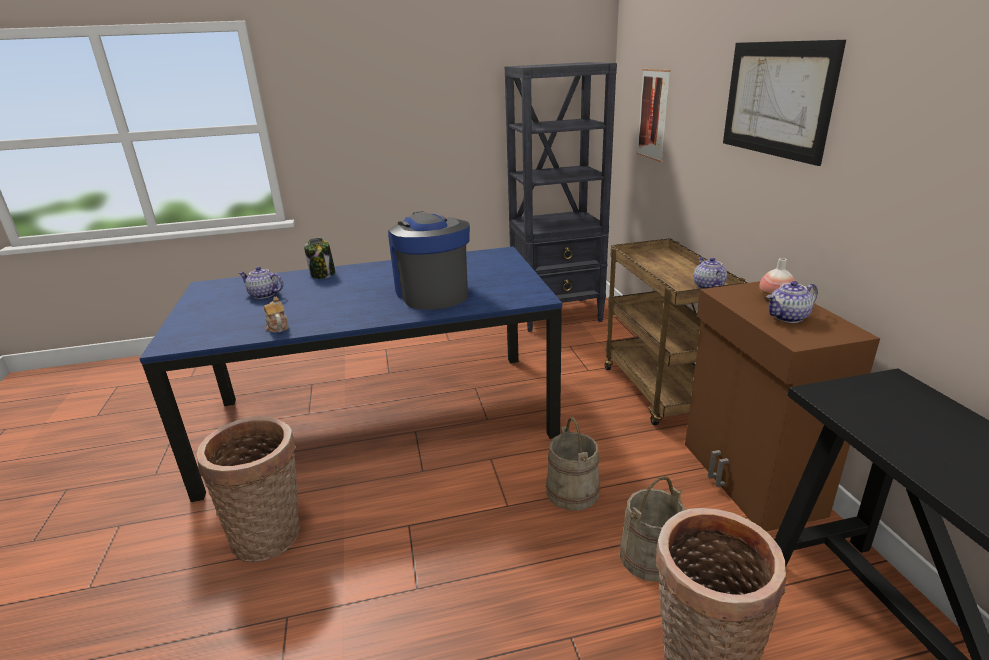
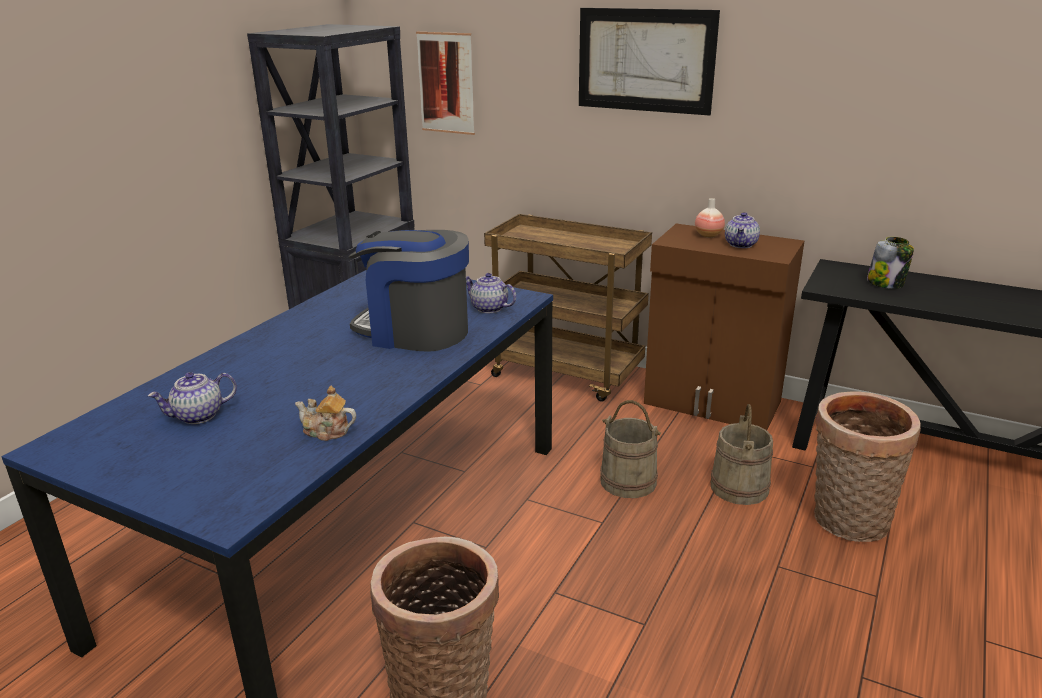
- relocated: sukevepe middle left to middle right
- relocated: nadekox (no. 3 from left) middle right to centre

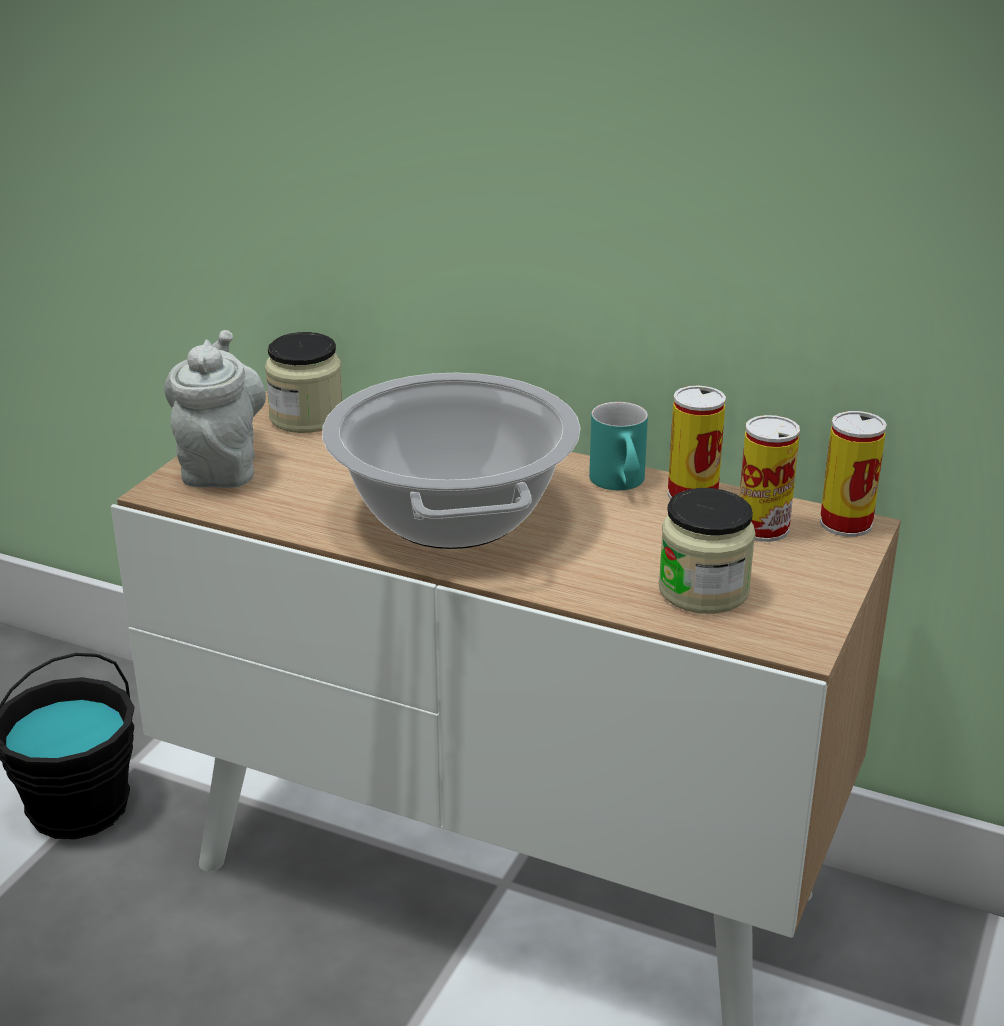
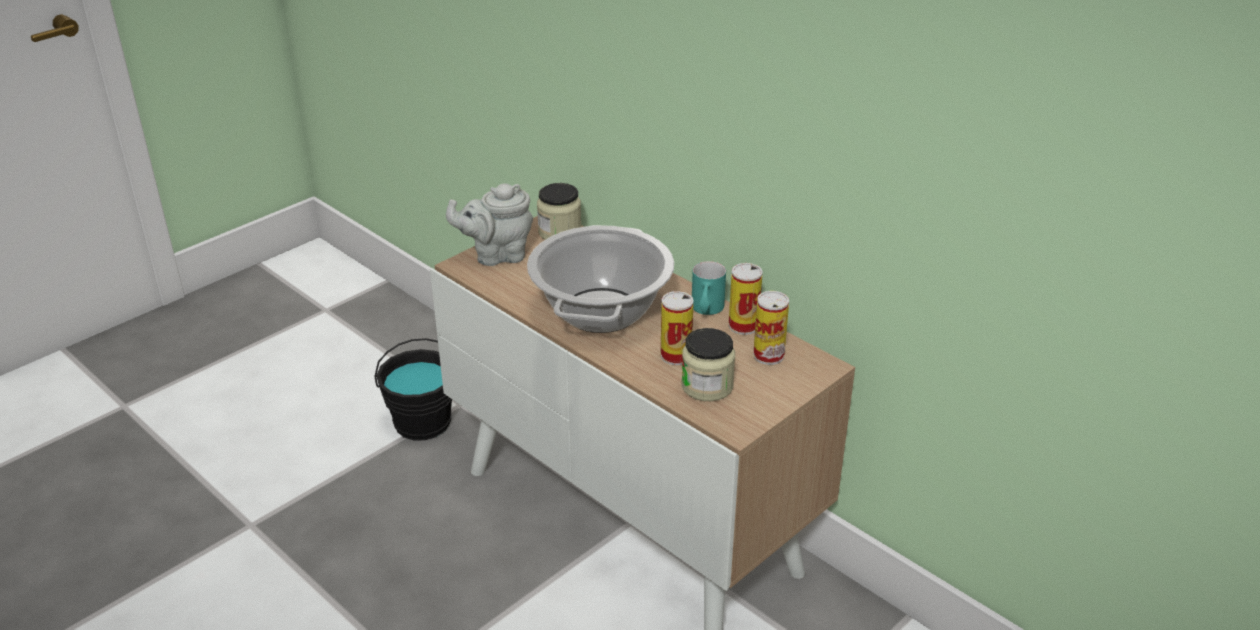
- relocated: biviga (no. 3 from left in the first image) middle right to biviga (no. 1 from left) centre
- spun: grey_nadekox middle left = centre 120 degrees counterclockwise

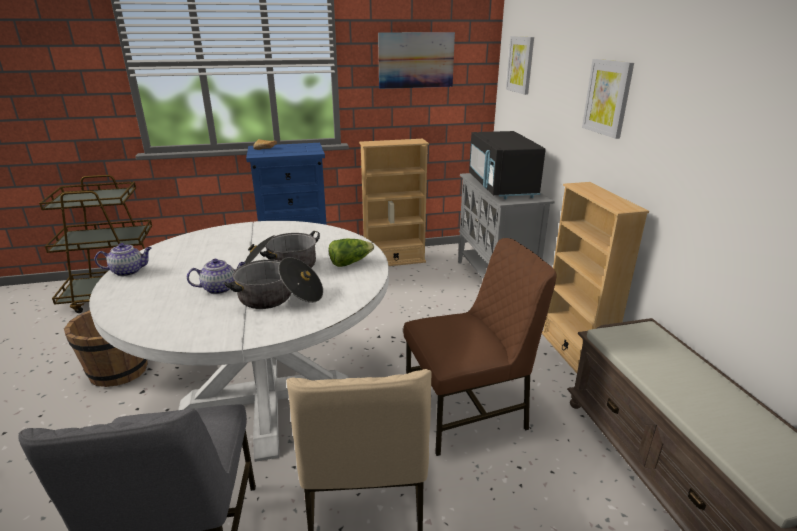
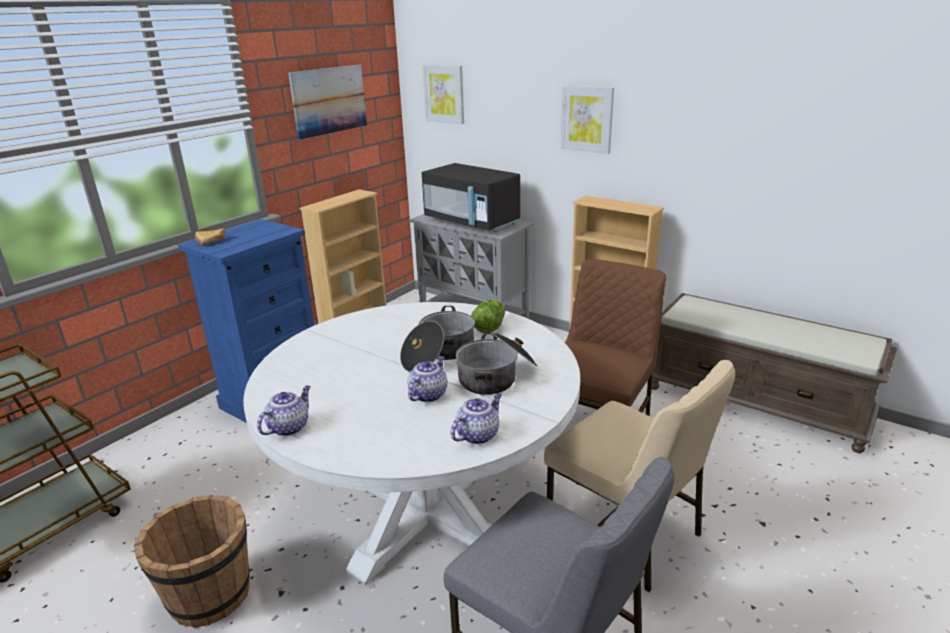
- appeared: nadekox (no. 3 from left) centre

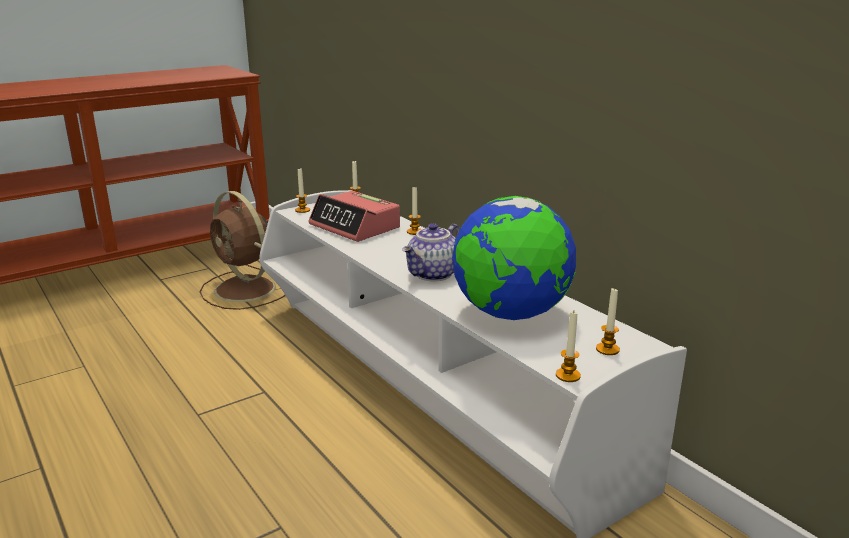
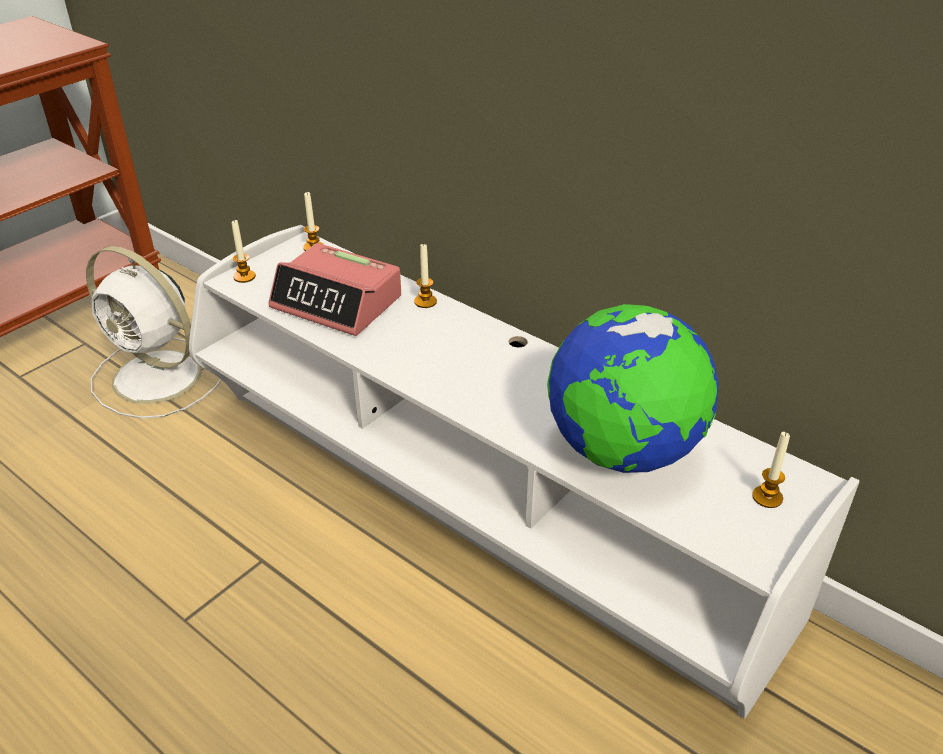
- missing: nadekox centre
- missing: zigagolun (no. 4 from left) middle right
- colour: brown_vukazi middle left to white_vukazi middle left

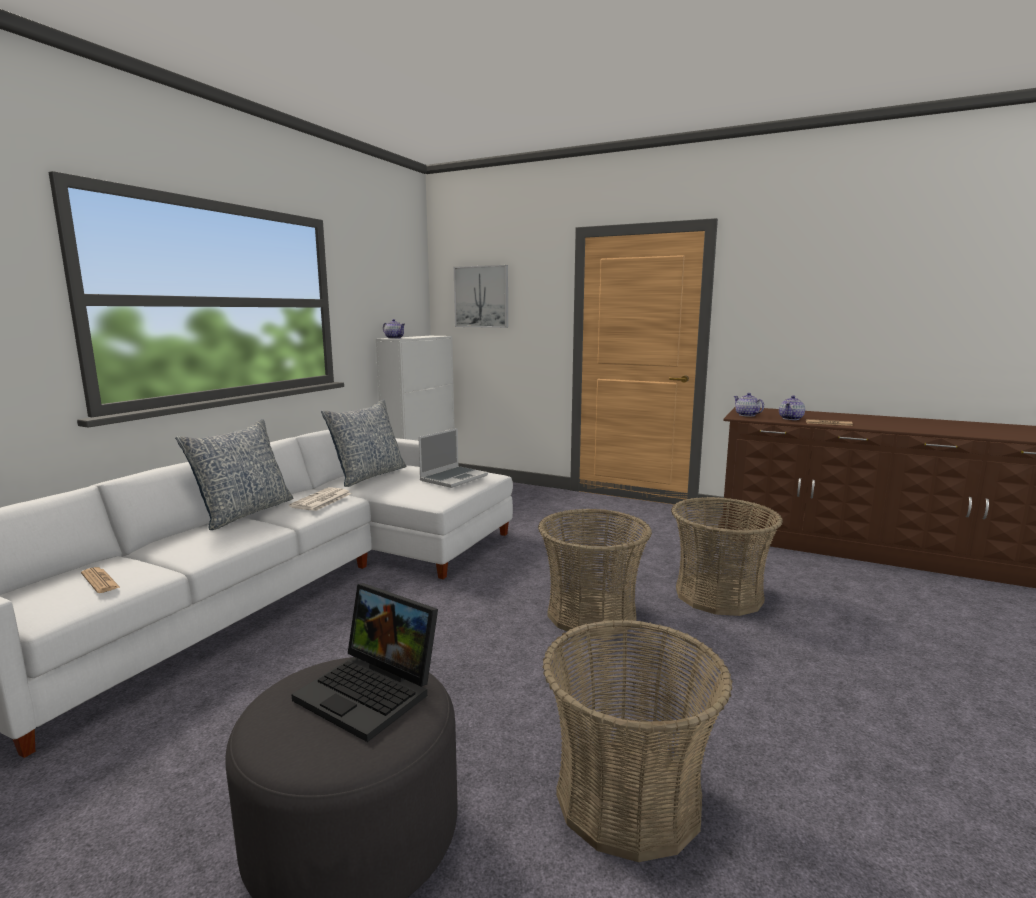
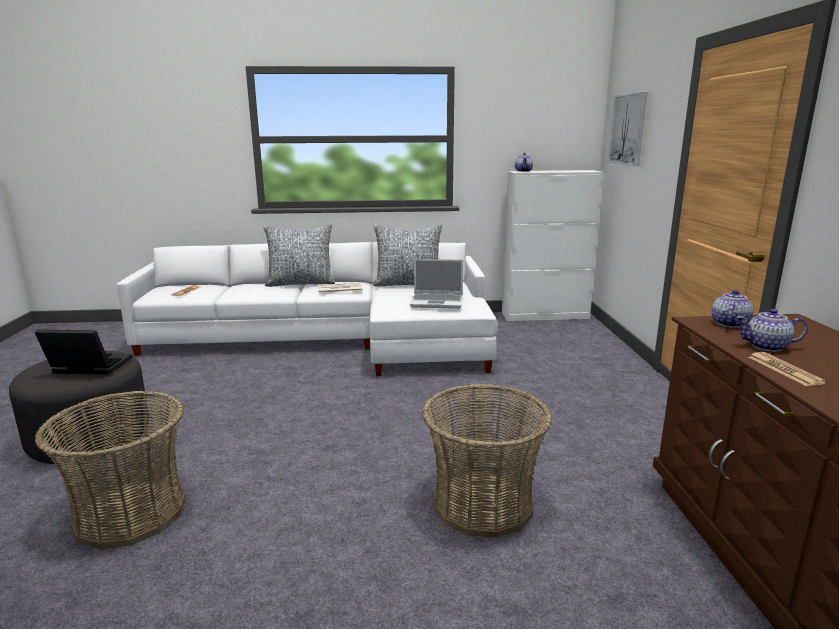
- missing: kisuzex (no. 1 from left) centre
- spun: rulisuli (no. 1 from left) bottom centre = middle left 90 degrees clockwise

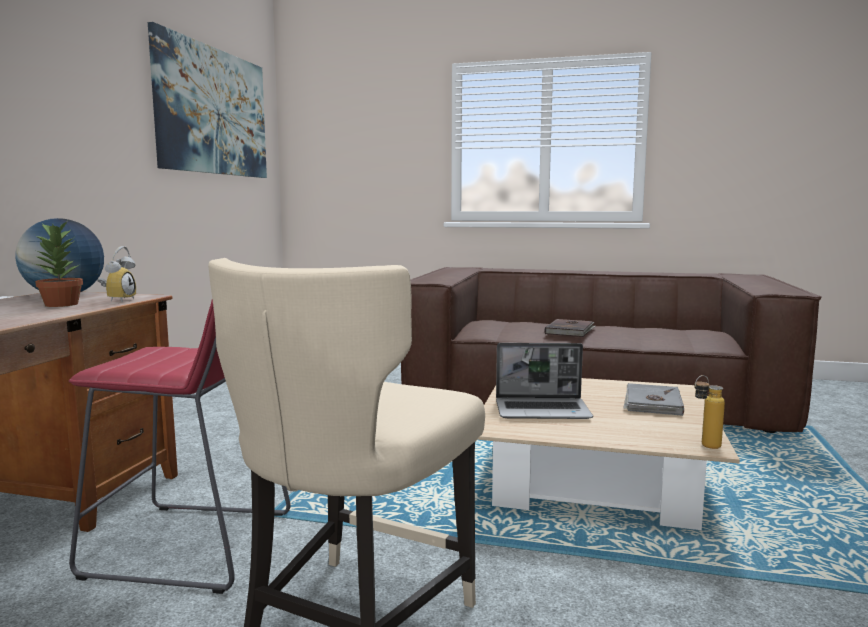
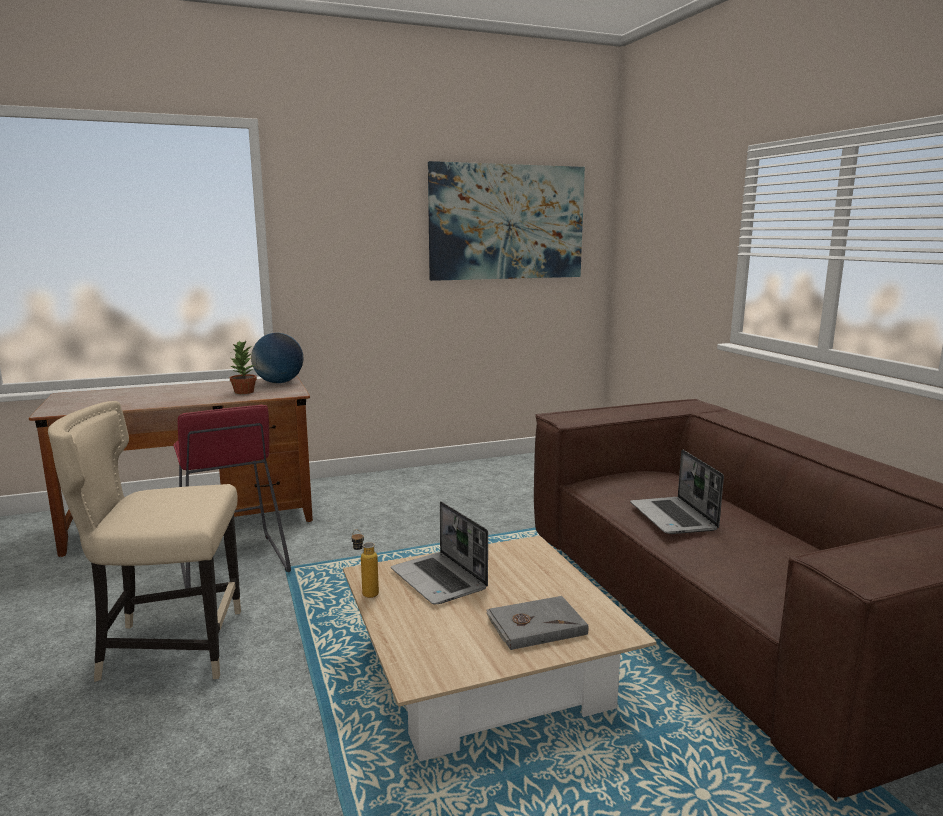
- missing: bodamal middle left
- relocated: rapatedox middle right to bottom centre
- exchanged: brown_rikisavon centre to rulisuli (no. 2 from left) middle right

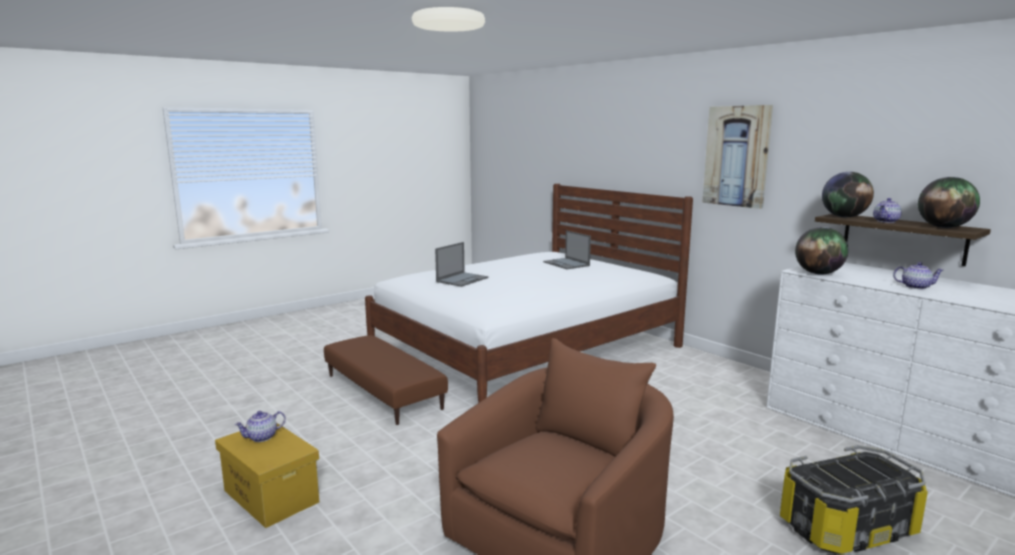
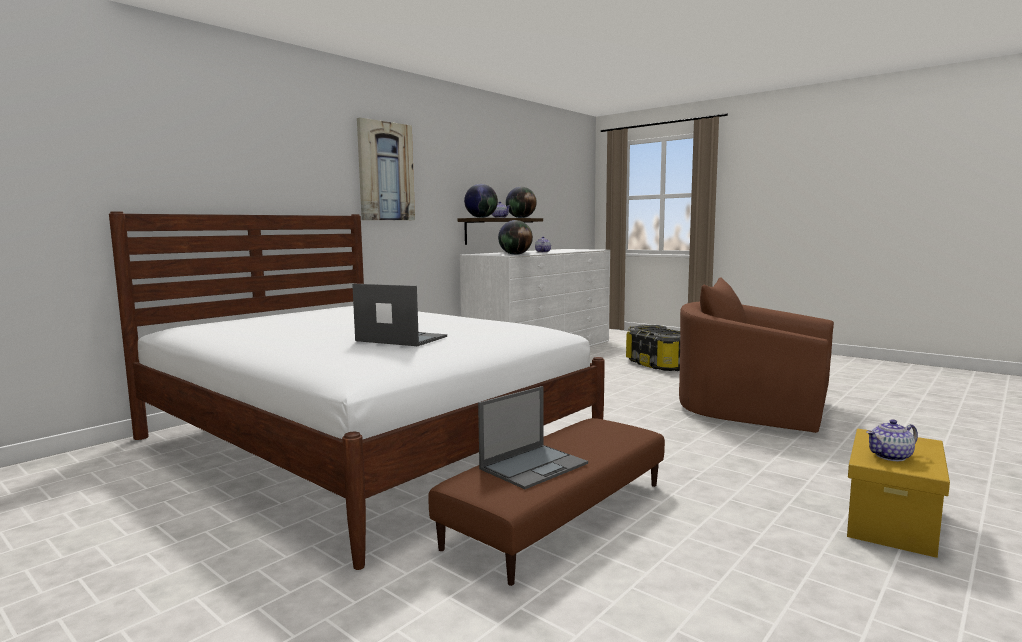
- relocated: rulisuli (no. 2 from left) centre to bottom centre
- spun: nadekox (no. 1 from left in the first image) bottom left = bottom right 120 degrees clockwise

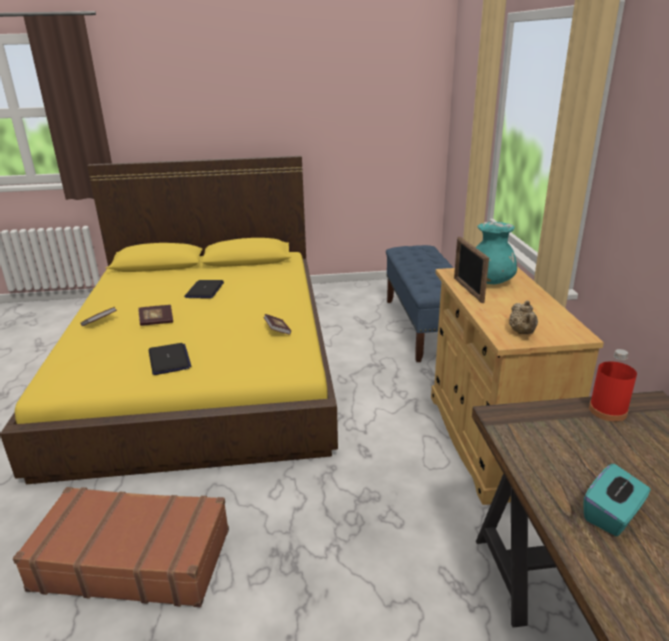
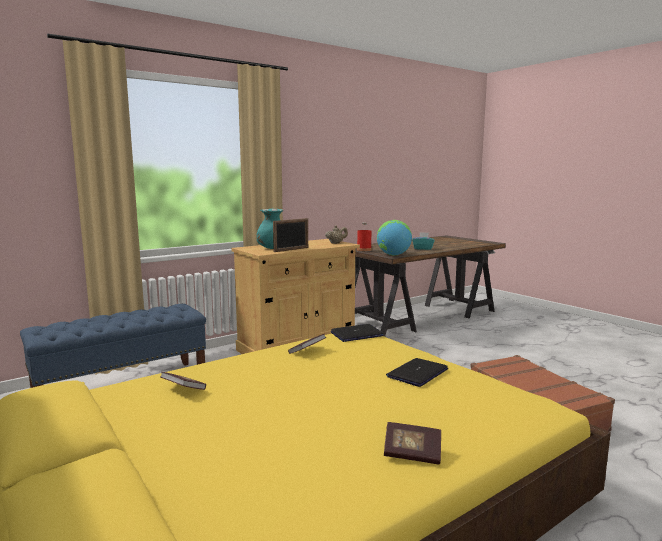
- appeared: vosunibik centre
- relocated: rikisavon (no. 2 from left in the first image) middle left to rikisavon (no. 1 from left) bottom left
- relocated: rulisuli (no. 2 from left in the first image) middle left to rulisuli (no. 1 from left) centre

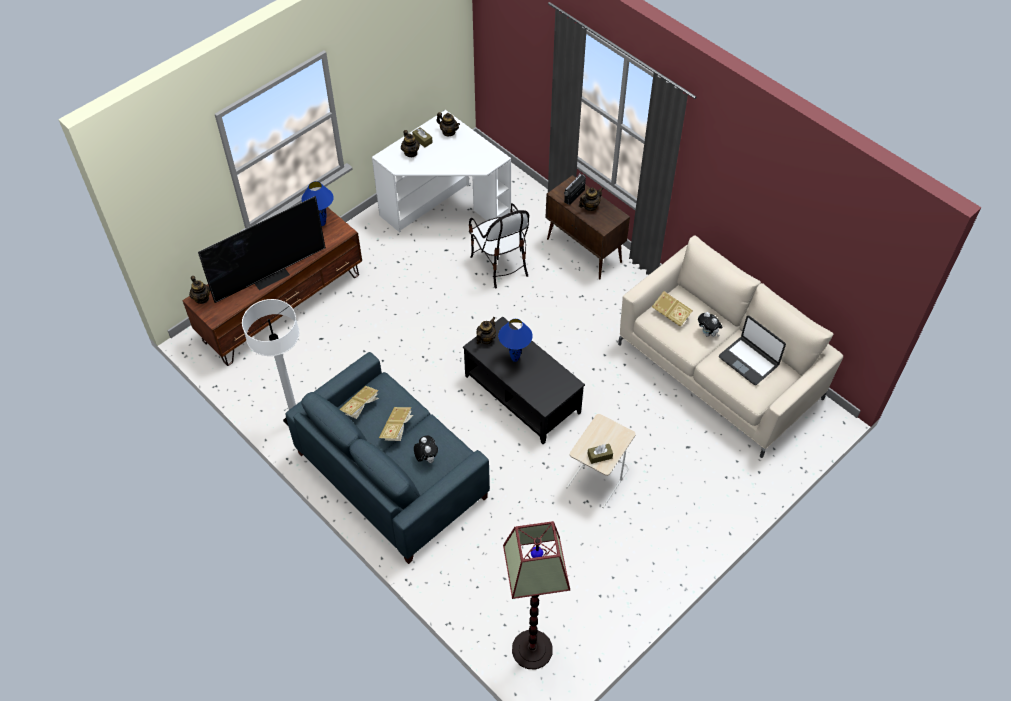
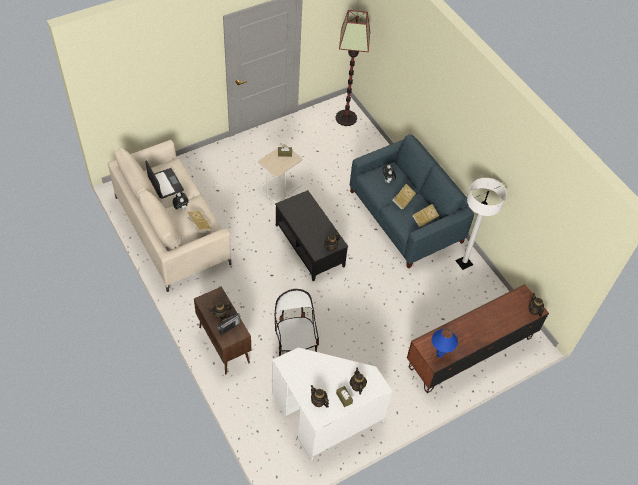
- missing: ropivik middle left
- missing: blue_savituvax (no. 2 from left) centre

